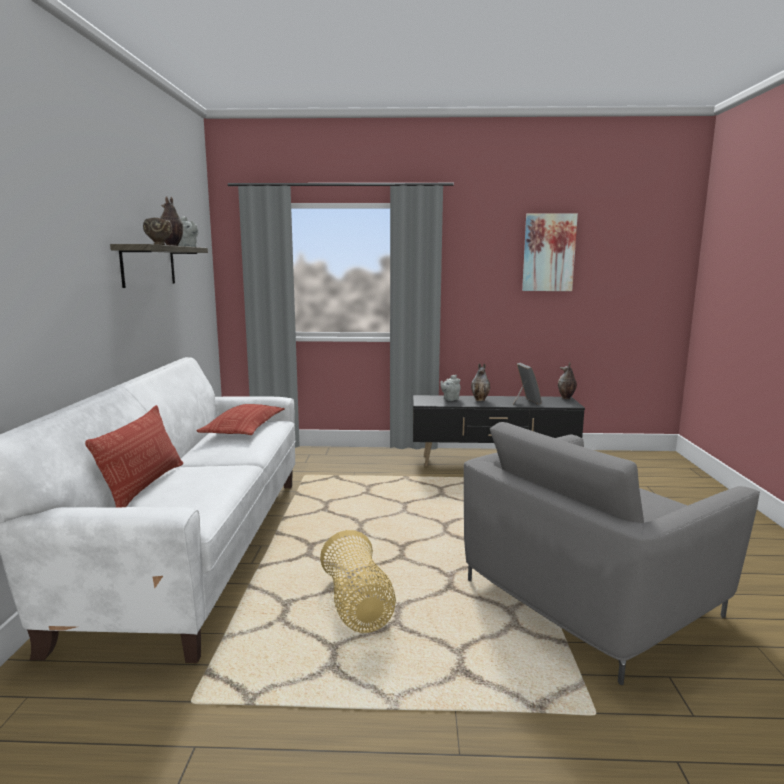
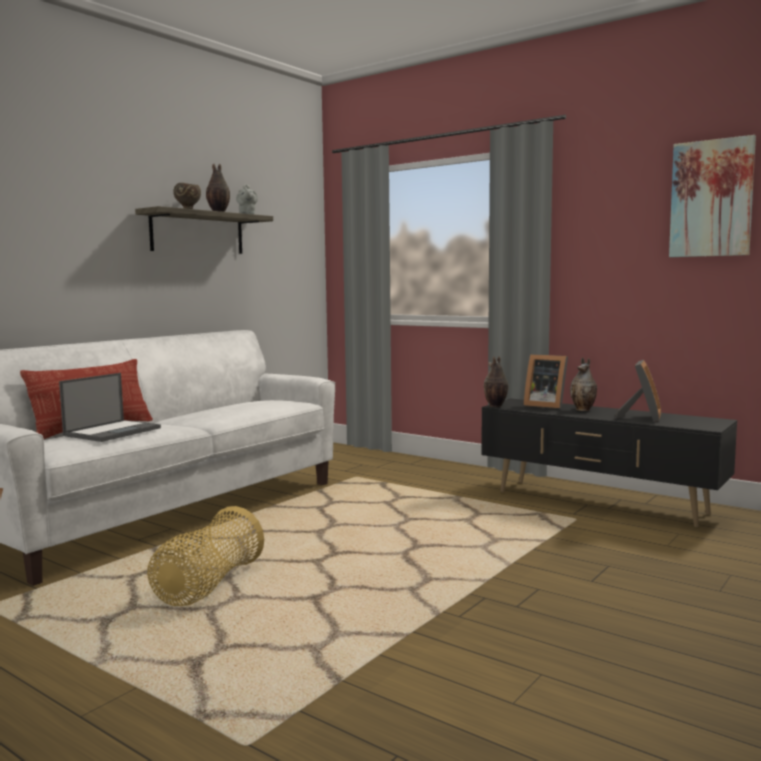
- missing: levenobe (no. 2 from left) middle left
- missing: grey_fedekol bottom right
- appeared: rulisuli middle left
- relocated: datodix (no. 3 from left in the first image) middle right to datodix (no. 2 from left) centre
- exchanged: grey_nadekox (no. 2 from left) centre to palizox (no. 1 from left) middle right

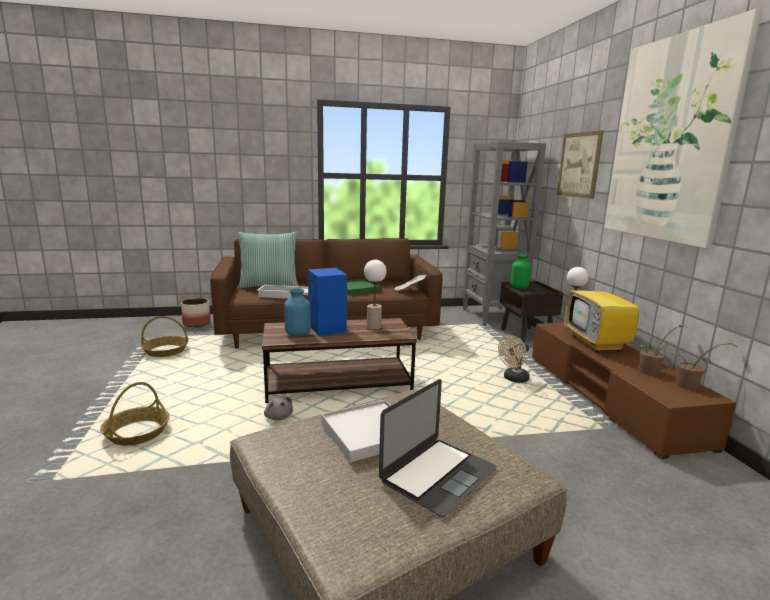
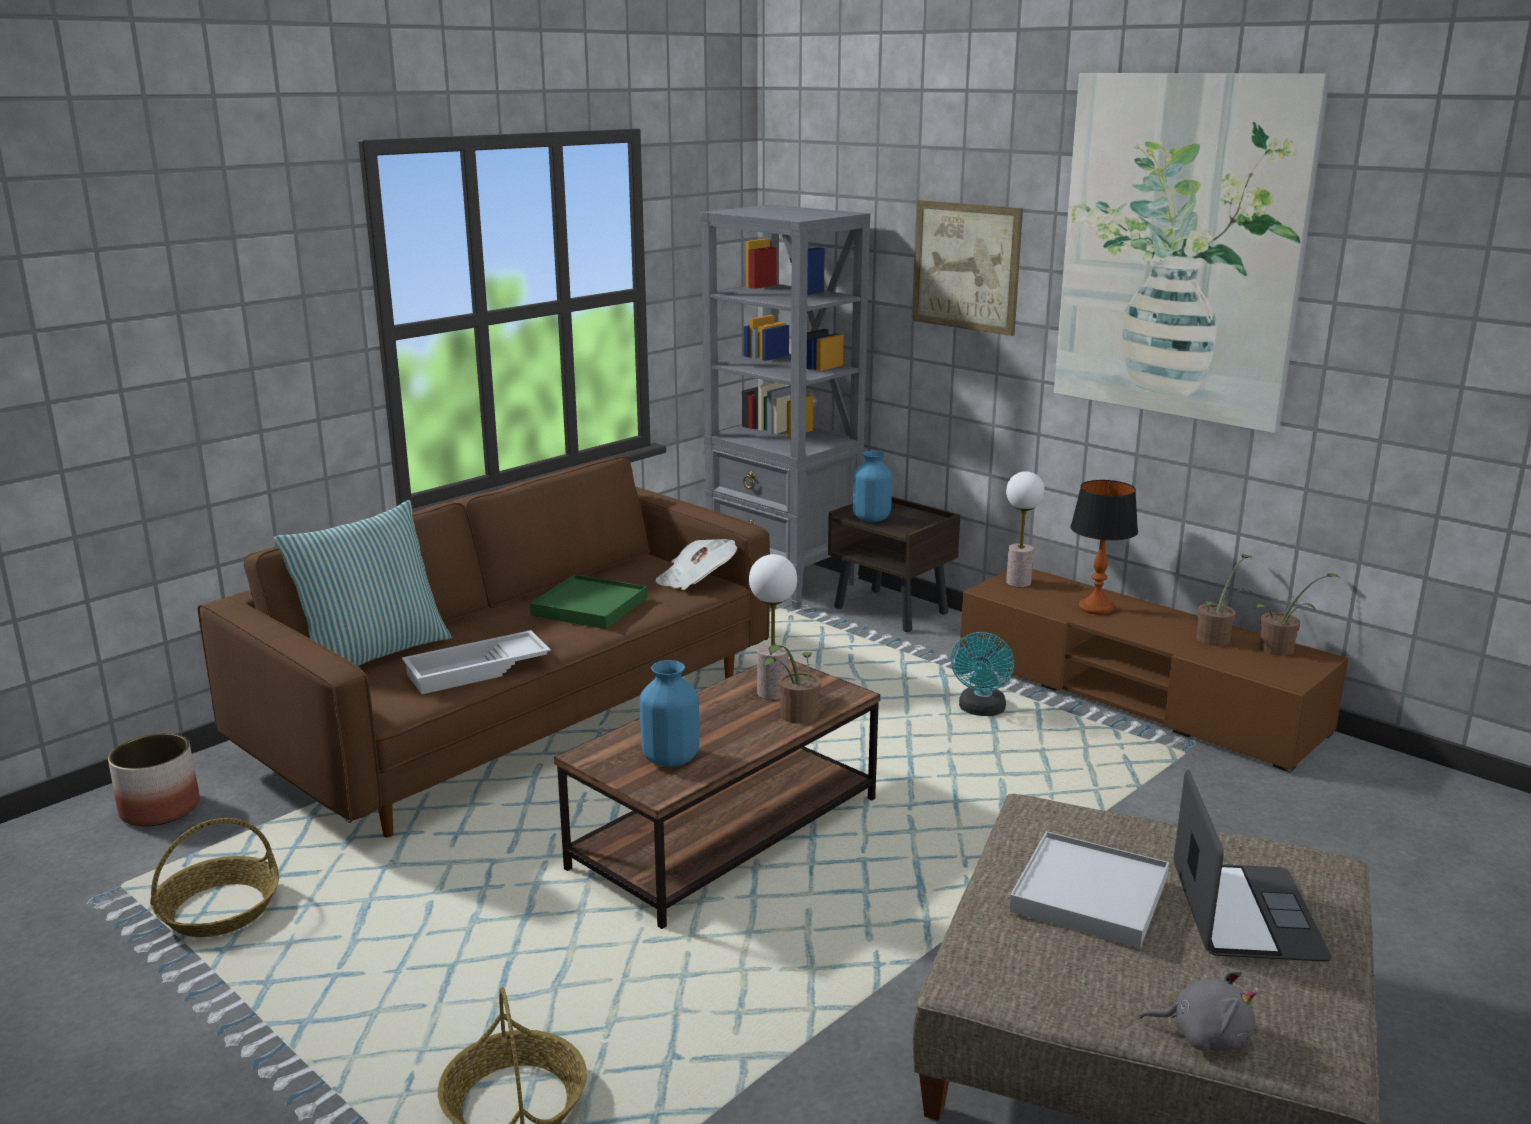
- missing: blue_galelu centre
- appeared: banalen (no. 1 from left) centre
- relocated: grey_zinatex bottom centre to bottom right
- exchanged: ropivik middle right to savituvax (no. 3 from left) middle right
- colour: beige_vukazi middle right to turquoise_vukazi centre
- colour: green_datodix middle right to blue_datodix (no. 2 from left) centre

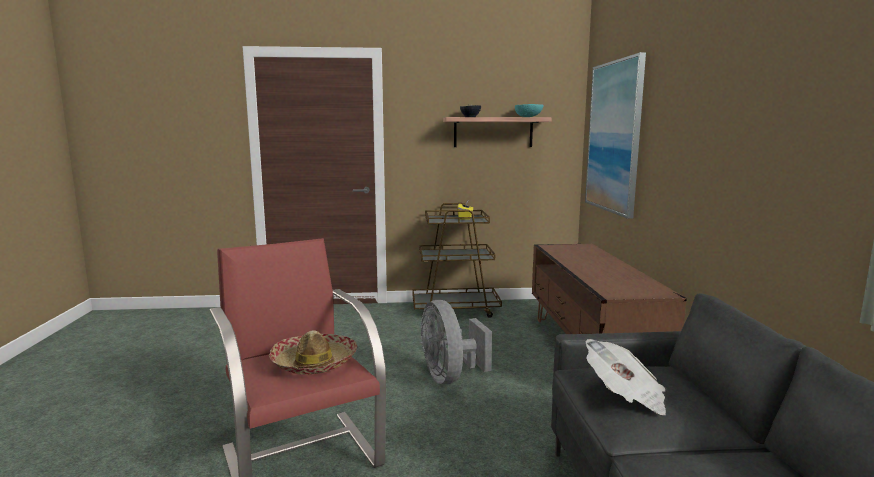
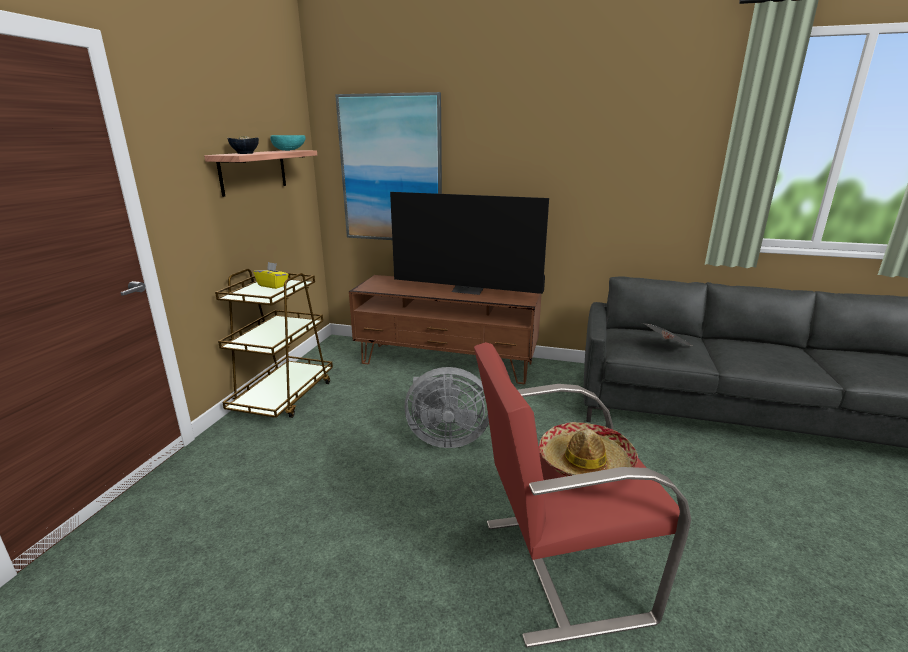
- appeared: ropivik centre

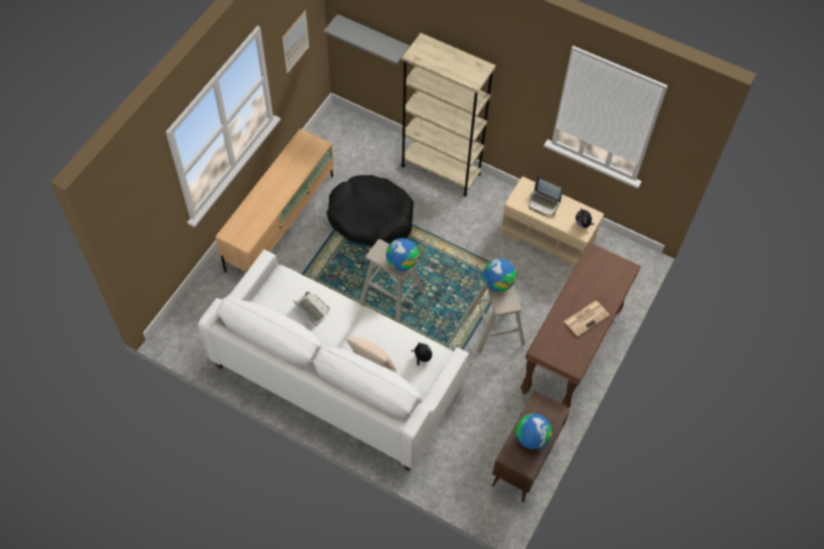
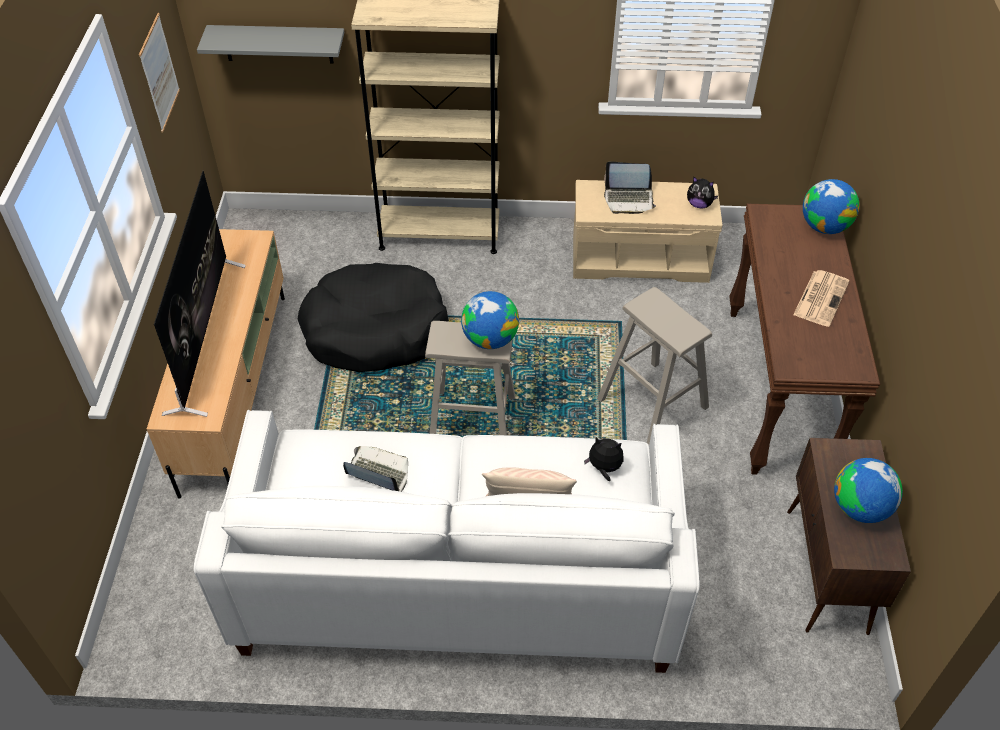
- appeared: ropivik middle left
- relocated: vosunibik (no. 2 from left) centre to top right

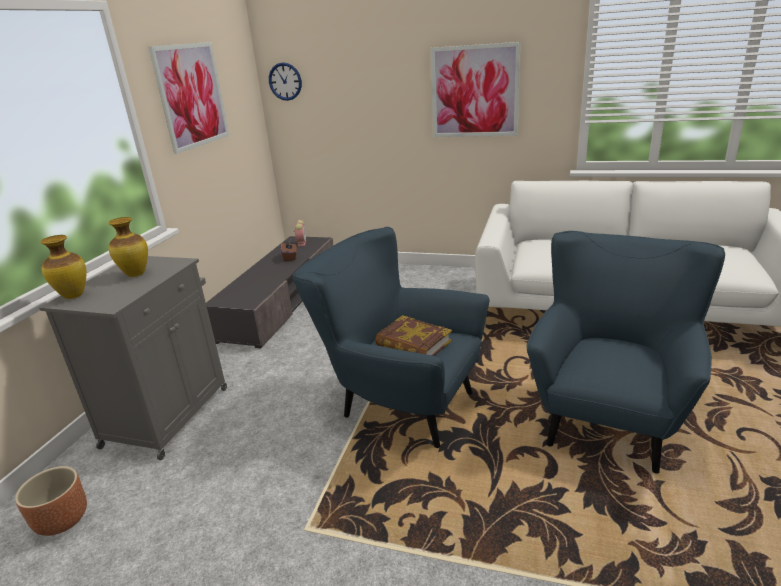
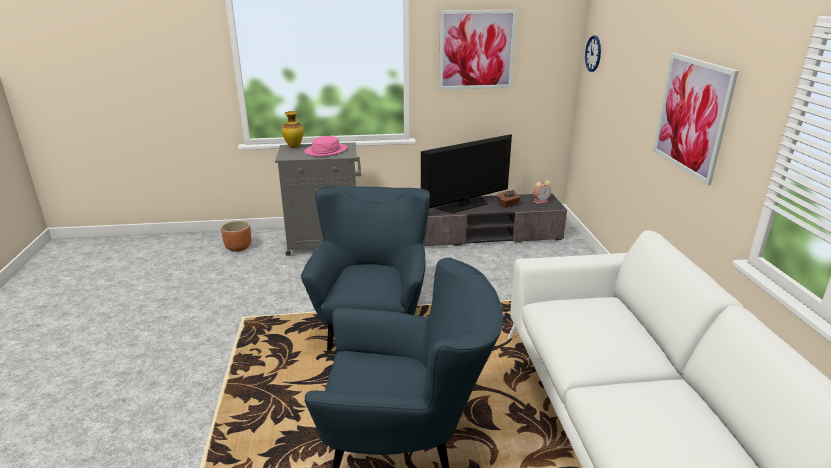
- missing: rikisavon centre
- appeared: ropivik centre
- exchanged: datodix (no. 2 from left) middle left to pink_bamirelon top centre

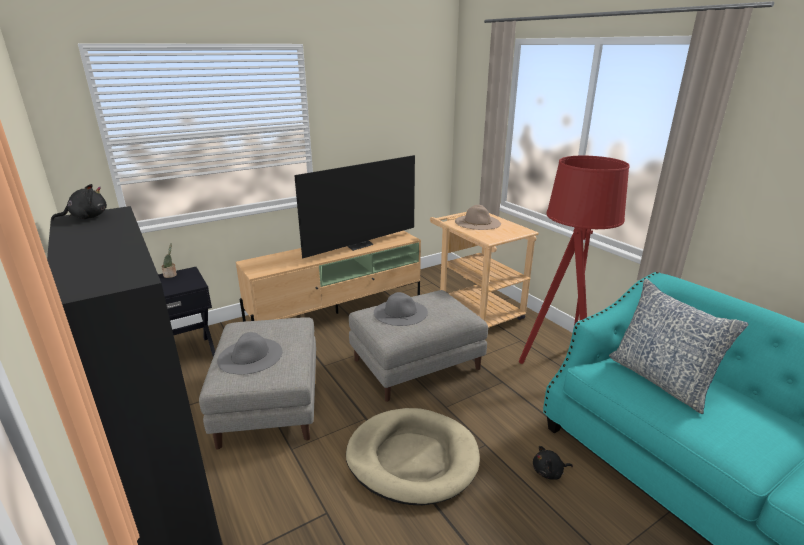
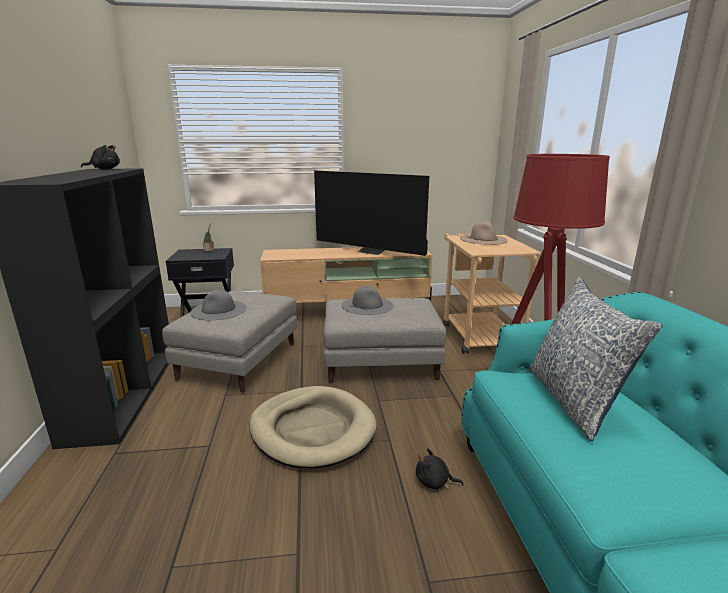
- spun: ropivik centre = centre 45 degrees clockwise

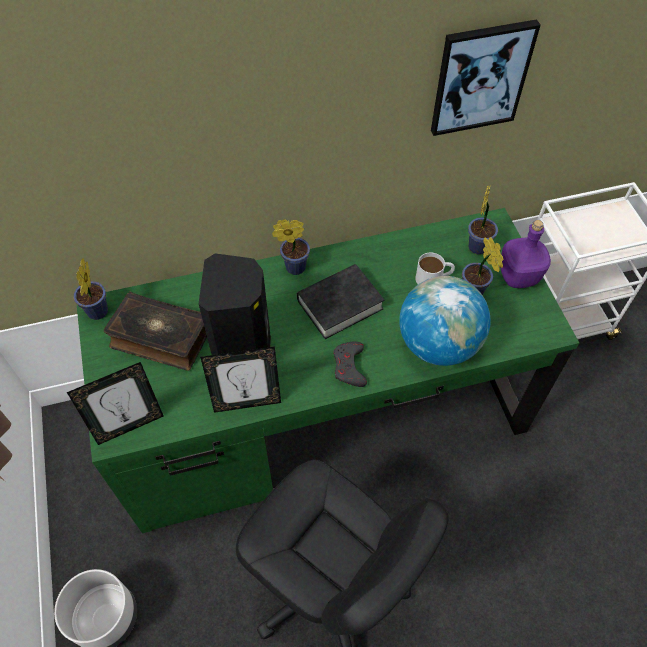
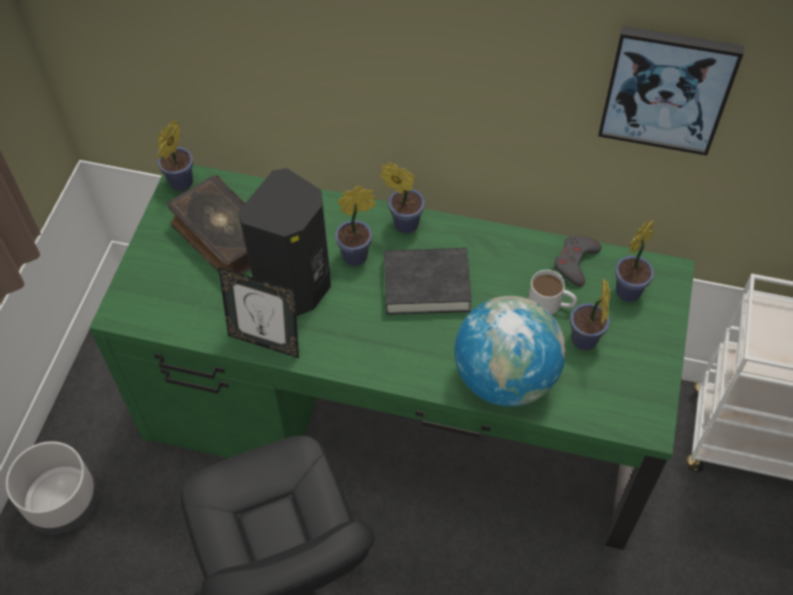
- missing: palizox (no. 1 from left) middle left
- missing: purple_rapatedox middle right
- appeared: banalen (no. 2 from left) centre
- relocated: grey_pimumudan centre to middle right

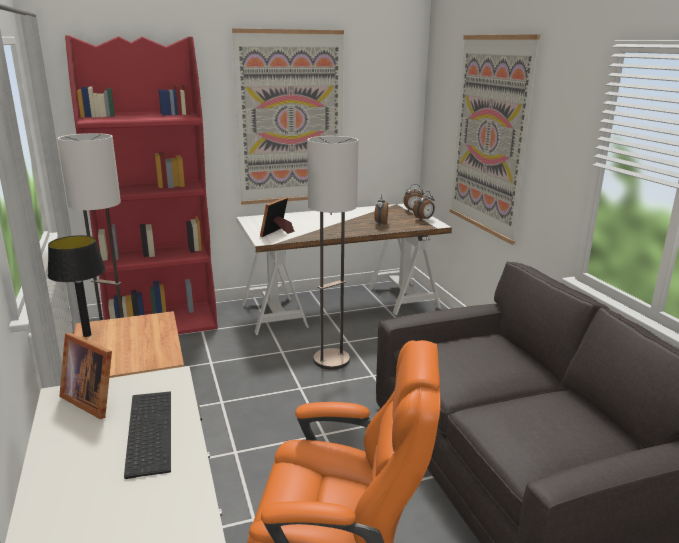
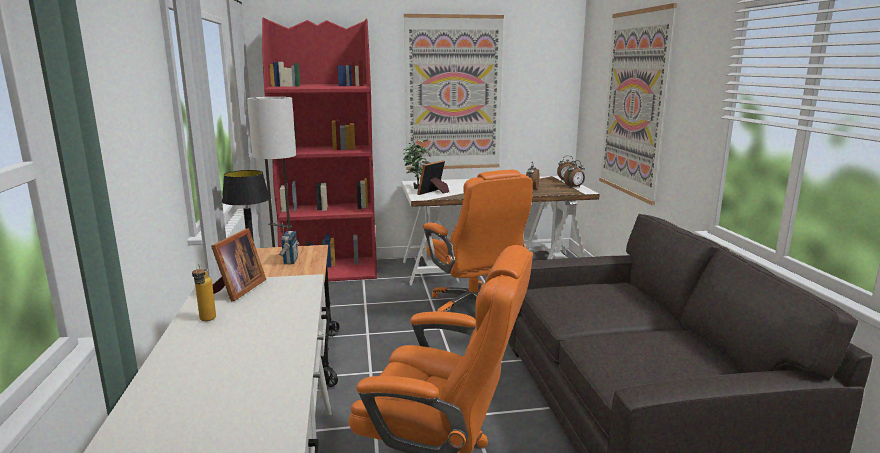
- missing: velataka bottom left
- appeared: rapatedox middle left
- appeared: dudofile middle left
- appeared: banalen centre
- exchanged: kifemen (no. 2 from left) centre to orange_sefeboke (no. 2 from left) centre
- spun: palizox (no. 1 from left) bottom left = middle left 120 degrees counterclockwise

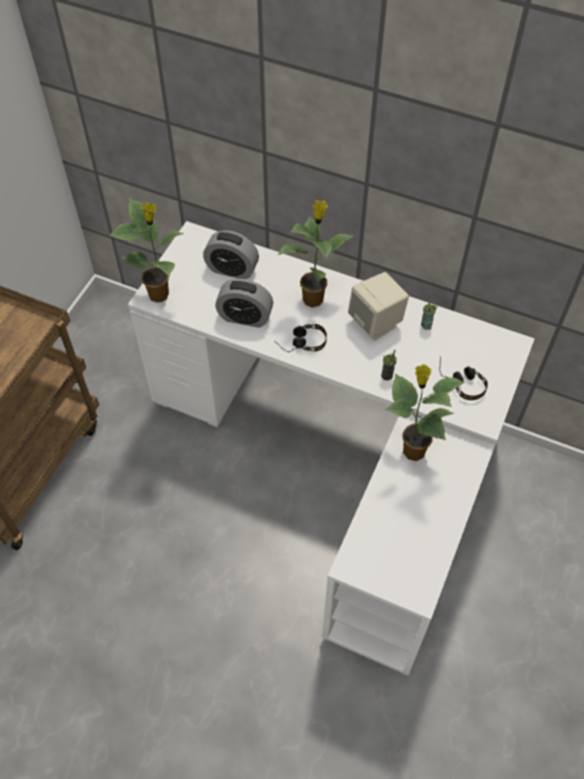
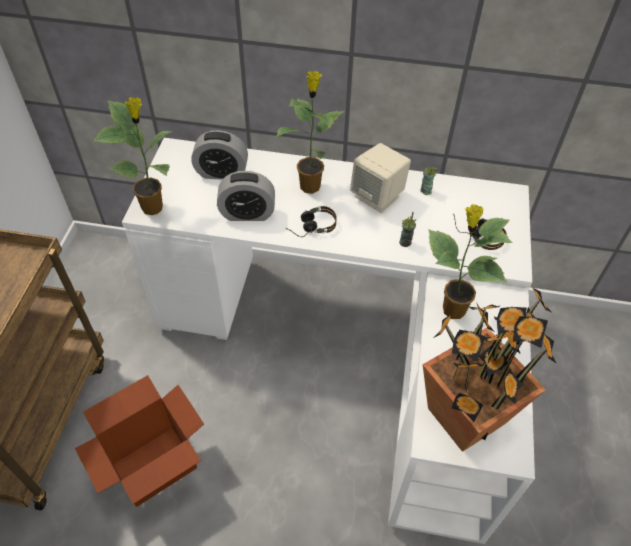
- appeared: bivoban bottom left
- appeared: banalen (no. 4 from left) bottom right

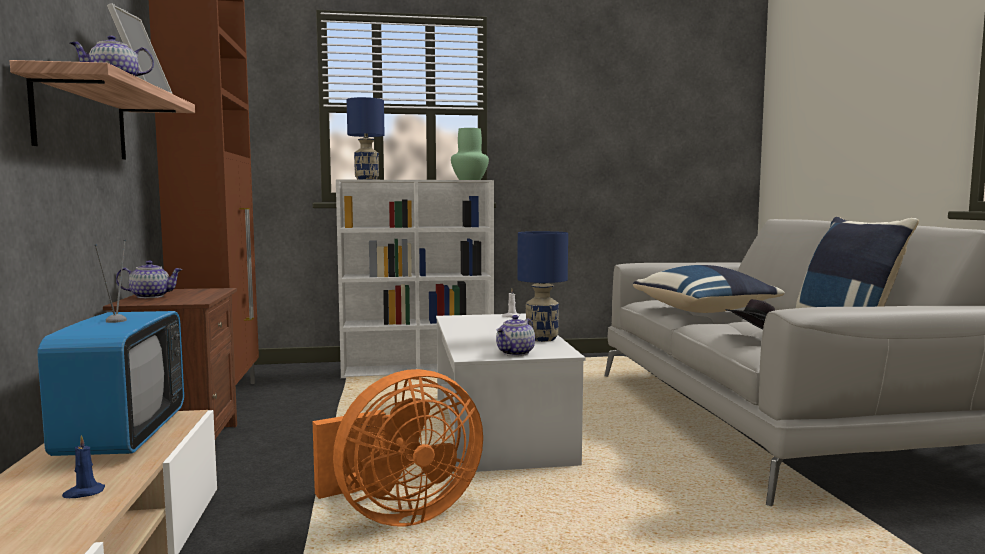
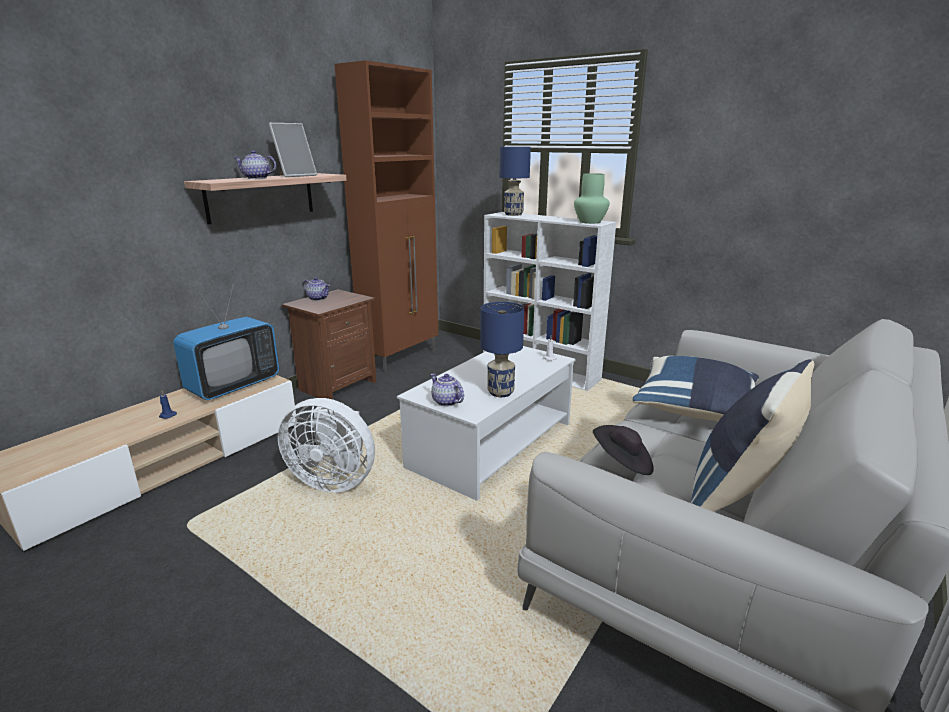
- colour: orange_vukazi bottom centre to white_vukazi centre
- spun: nadekox (no. 3 from left) centre = centre 60 degrees clockwise

